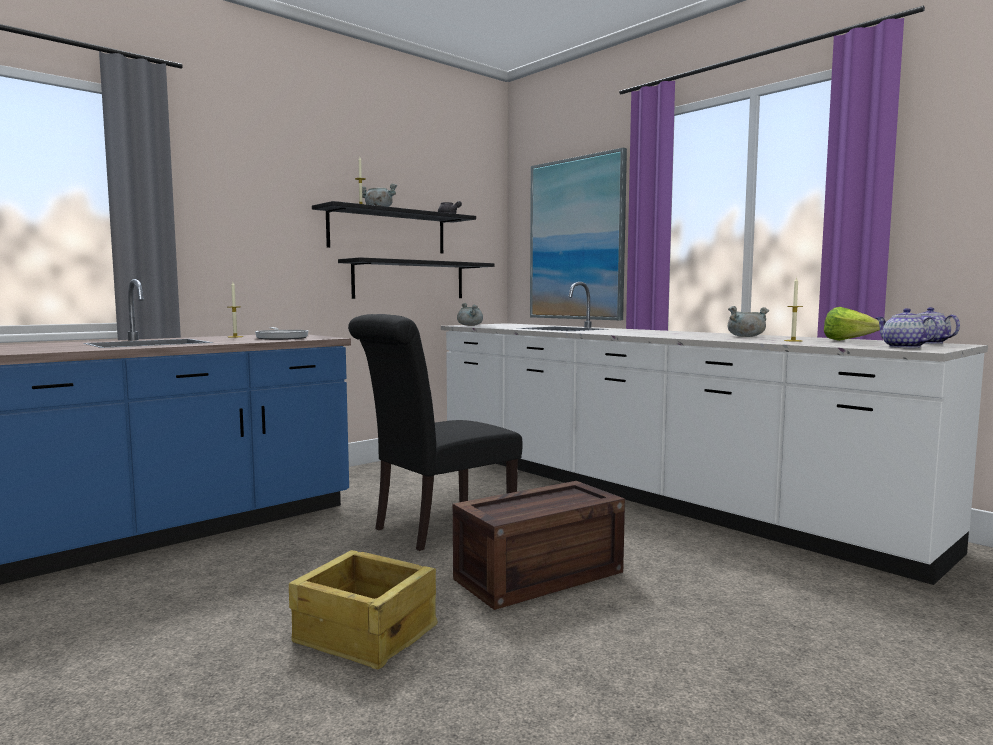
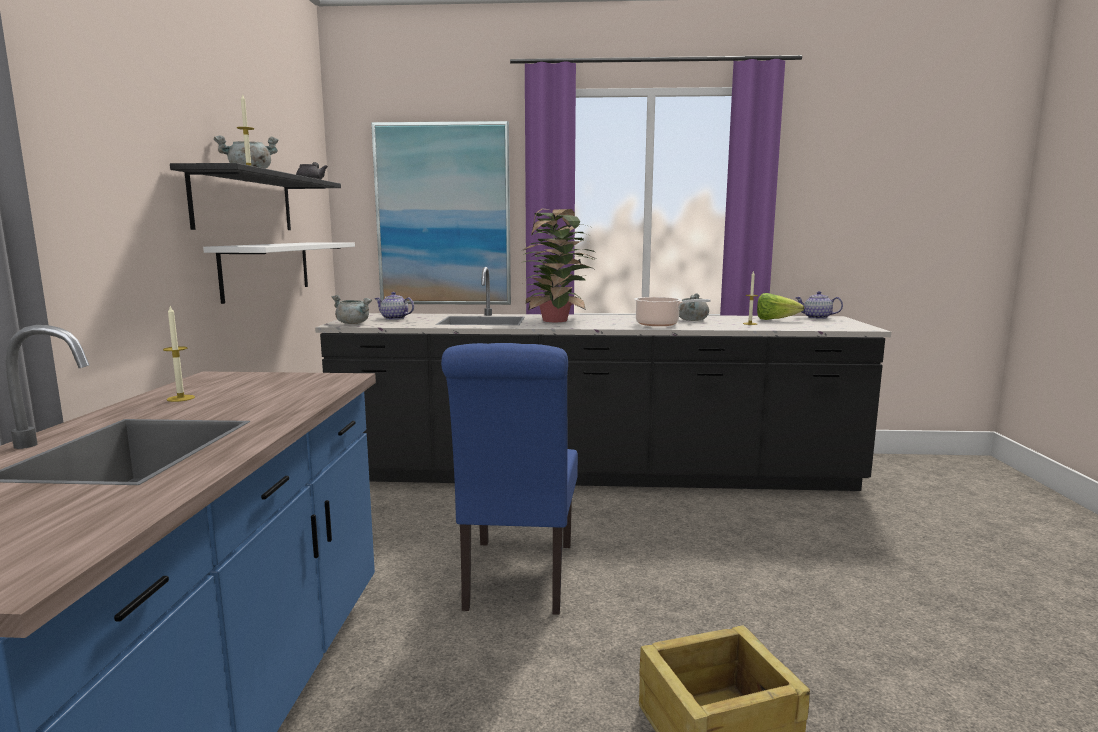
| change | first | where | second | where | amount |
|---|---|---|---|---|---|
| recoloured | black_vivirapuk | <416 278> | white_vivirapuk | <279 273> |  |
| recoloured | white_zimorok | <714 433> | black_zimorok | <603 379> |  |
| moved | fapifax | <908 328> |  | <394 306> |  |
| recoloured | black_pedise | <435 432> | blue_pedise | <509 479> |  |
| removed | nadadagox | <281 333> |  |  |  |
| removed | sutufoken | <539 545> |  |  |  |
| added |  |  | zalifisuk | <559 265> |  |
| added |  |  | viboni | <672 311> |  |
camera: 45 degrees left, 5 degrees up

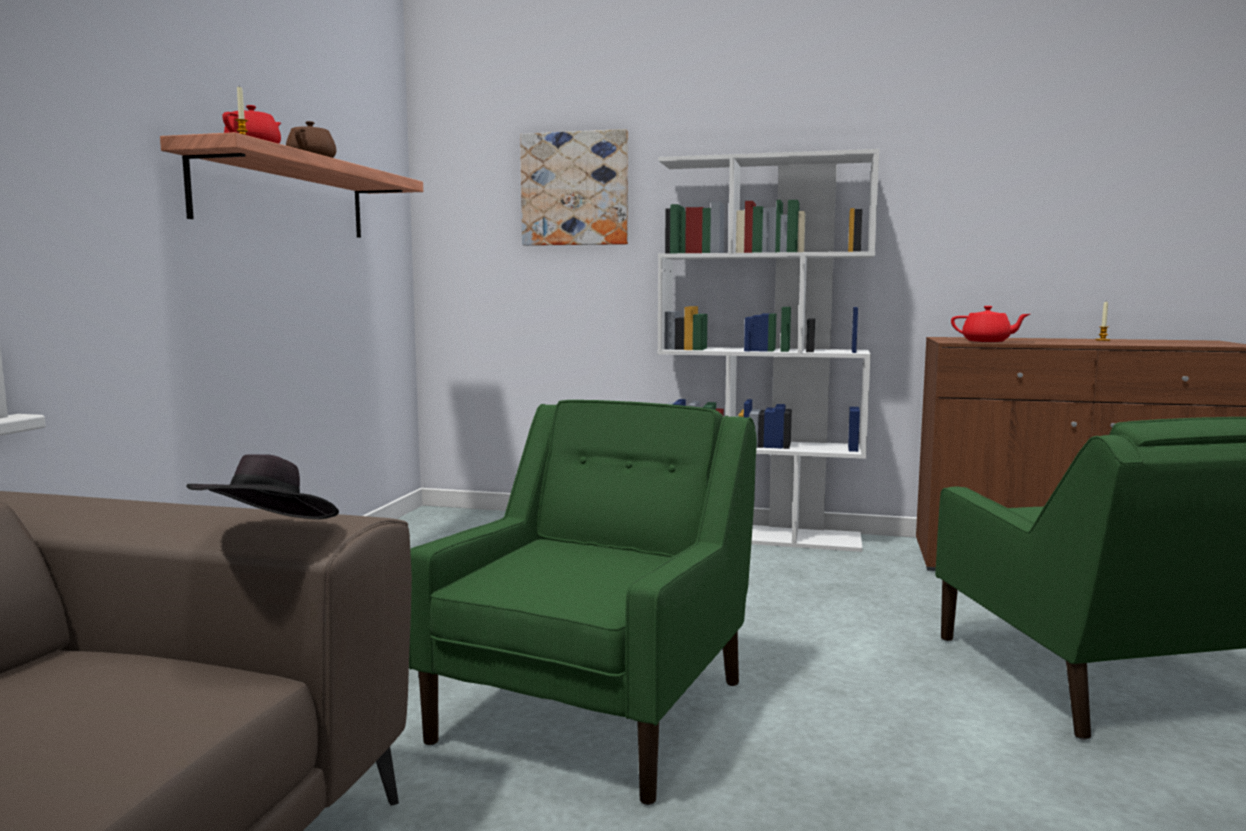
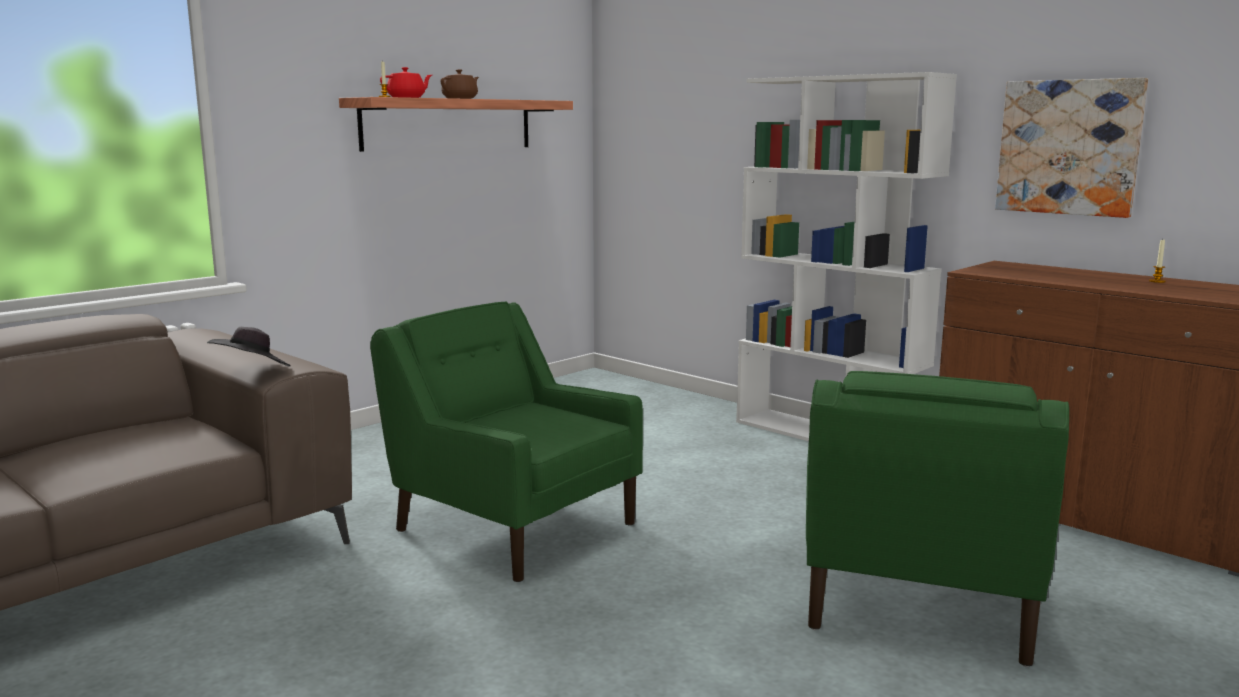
| change | first | where | second | where | amount |
|---|---|---|---|---|---|
| moved | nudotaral | <574 187> |  | <1071 148> |  |
| removed | red_fapifax | <990 324> |  |  |  |
| turned | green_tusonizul | <583 602> |  | <506 442> | 105 degrees counterclockwise |
camera: 30 degrees right, 5 degrees up

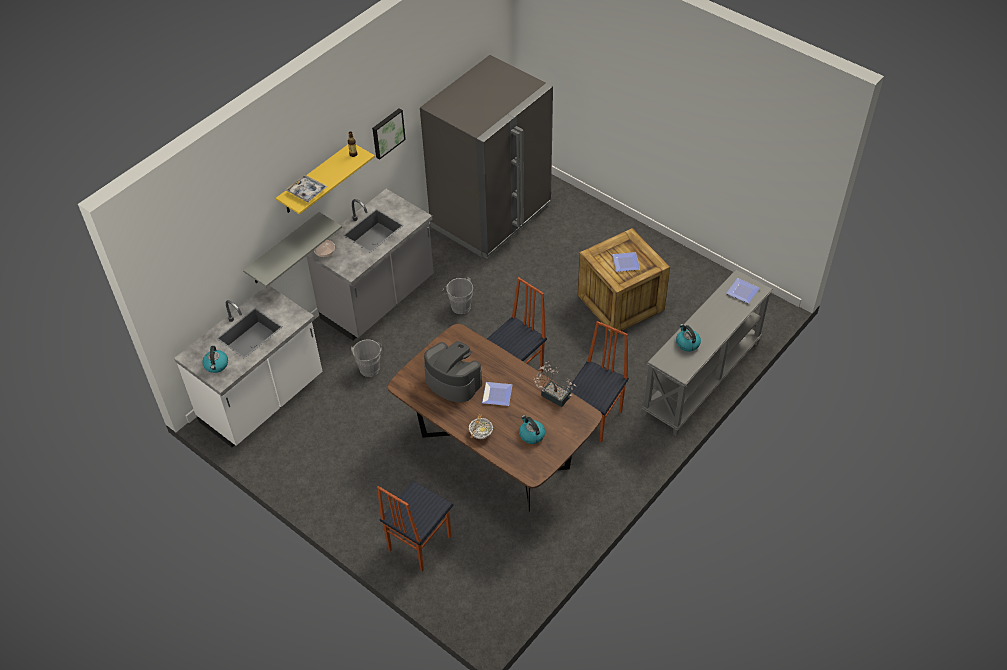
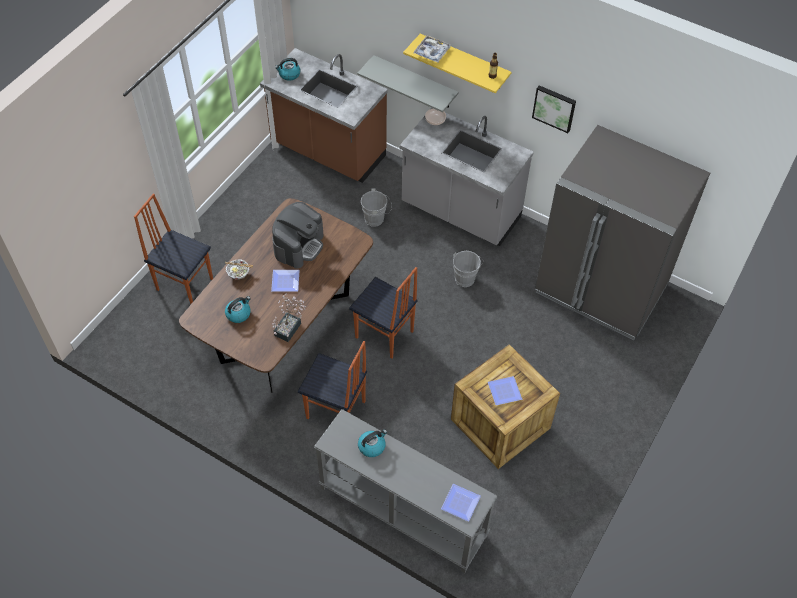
| change | first | where | second | where | amount |
|---|---|---|---|---|---|
| recoloured | white_zimorok | <248 366> | brown_zimorok | <324 115> |  |
camera: 80 degrees right, 5 degrees up

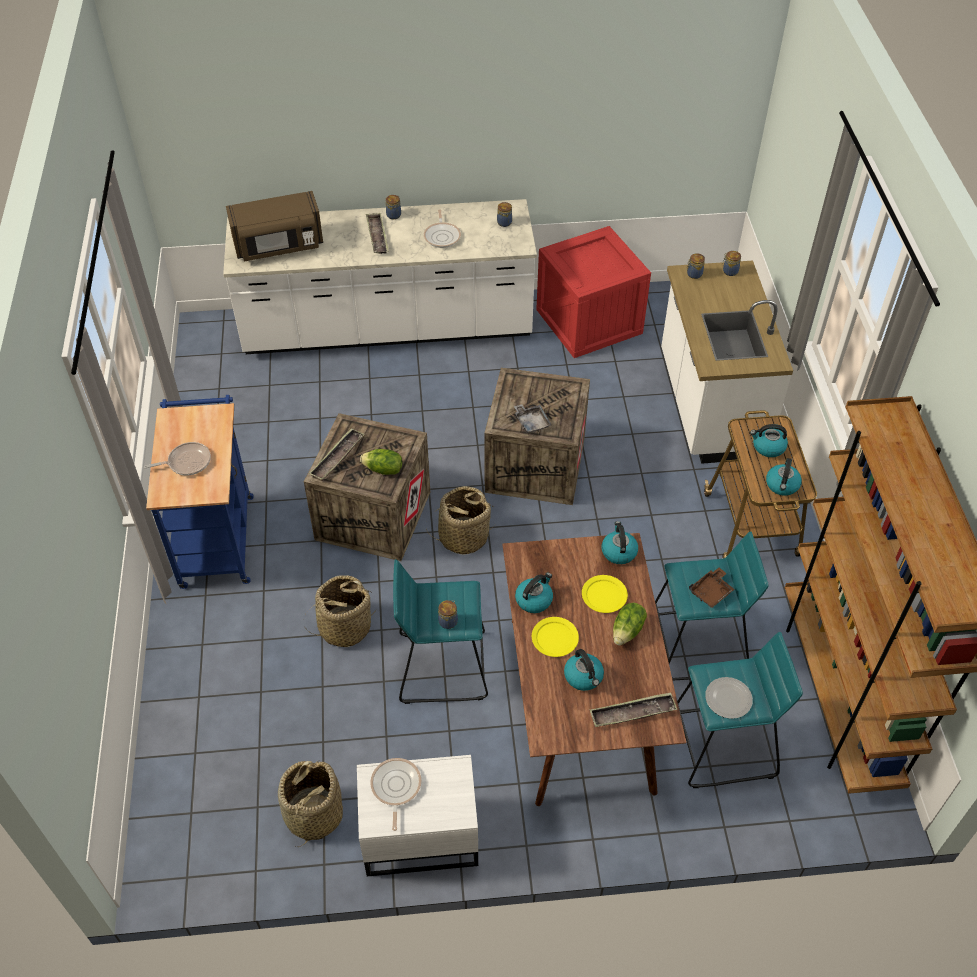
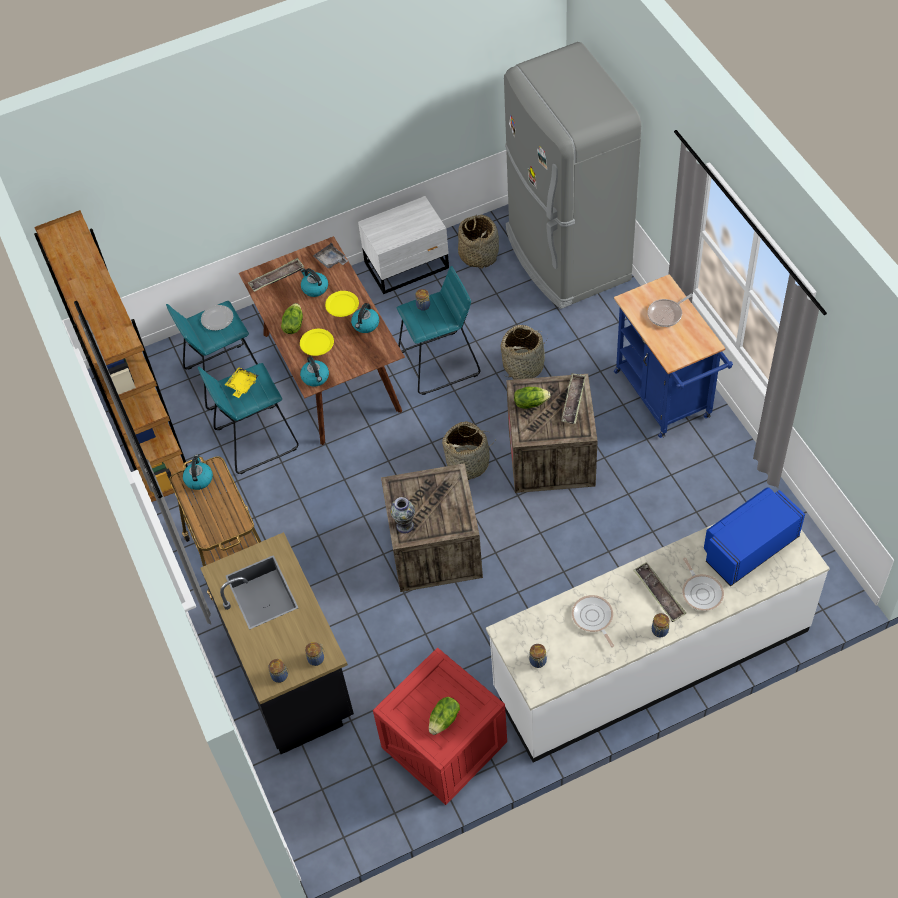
| change | first | where | second | where | amount |
|---|---|---|---|---|---|
| recoloured | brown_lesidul | <274 226> | blue_lesidul | <754 537> |  |
| recoloured | white_zimorok | <727 362> | black_zimorok | <277 643> |  |
| moved | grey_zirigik | <533 419> |  | <330 255> |  |
| removed | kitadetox | <769 440> |  |  |  |
| recoloured | brown_zirigik | <712 587> | yellow_zirigik | <242 382> |  |
| moved | nadadagox | <395 794> |  | <703 584> |  |
| added |  |  | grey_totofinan | <572 175> |  |
| added |  |  | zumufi | <402 515> |  |
| added |  |  | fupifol | <444 716> |  |
camera: 165 degrees right, 5 degrees up

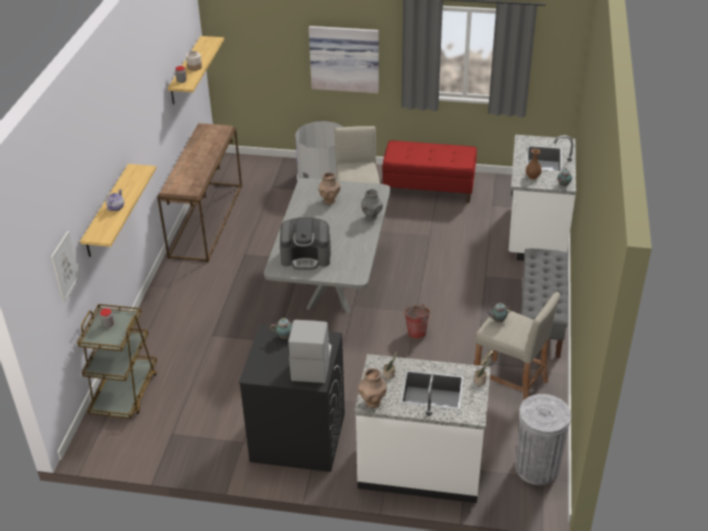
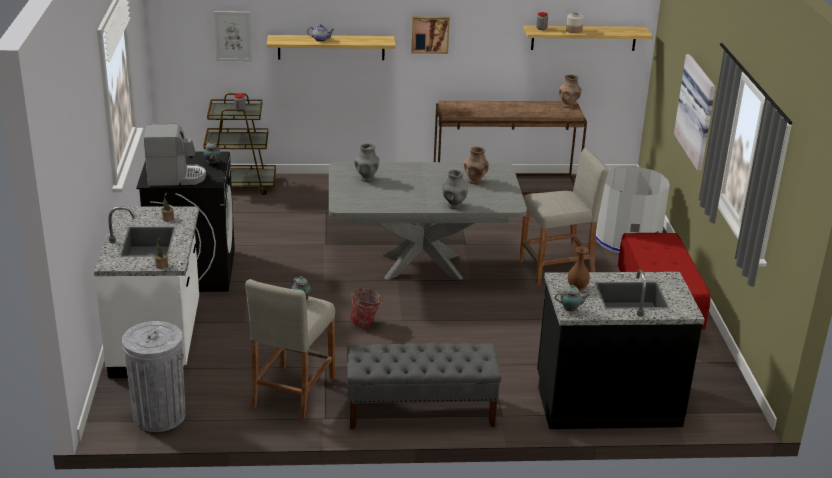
| change | first | where | second | where | amount |
|---|---|---|---|---|---|
| recoloured | white_zimorok | <542 198> | black_zimorok | <621 349> |  |
| replaced | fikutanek | <305 243> | grey_zumufi | <366 163> |  |
| moved | brown_zumufi | <372 388> |  | <570 91> |  |
| added |  |  | nudotaral | <430 35> |  |
camera: 75 degrees right, 10 degrees down

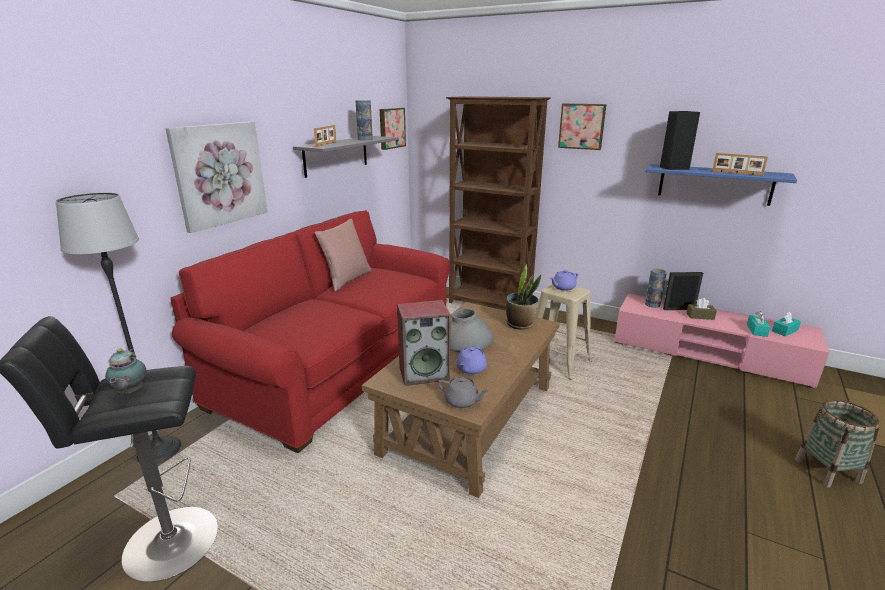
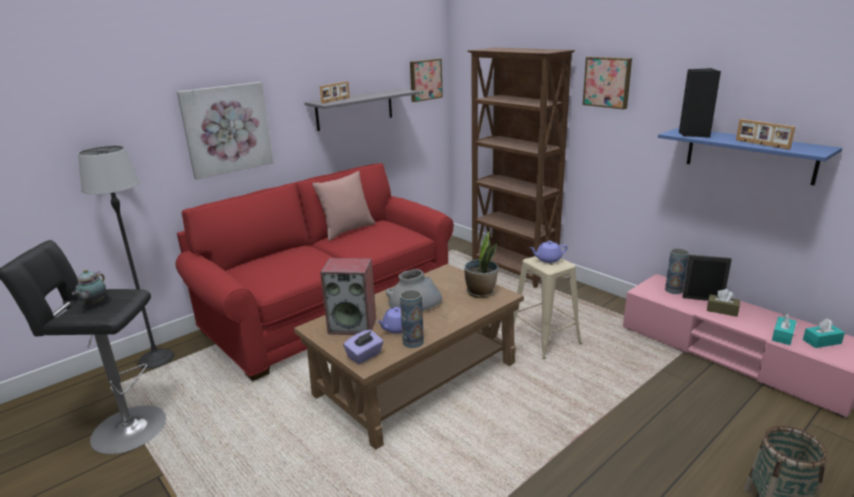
| change | first | where | second | where | amount |
|---|---|---|---|---|---|
| moved | zumufi | <364 120> |  | <412 319> |  |
| replaced | grey_fapifax | <464 392> | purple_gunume | <363 347> |  |
camera: 20 degrees right, 0 degrees up

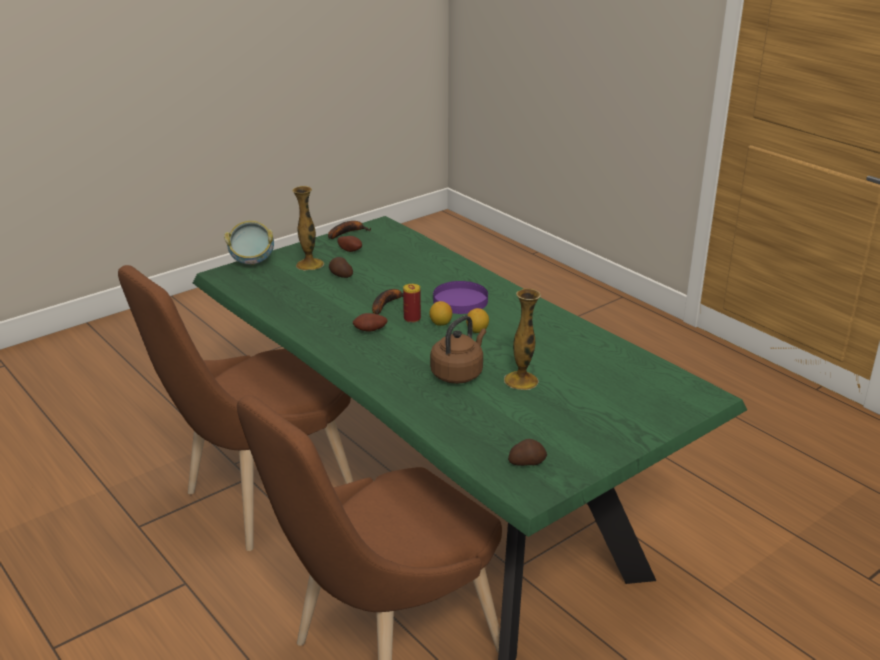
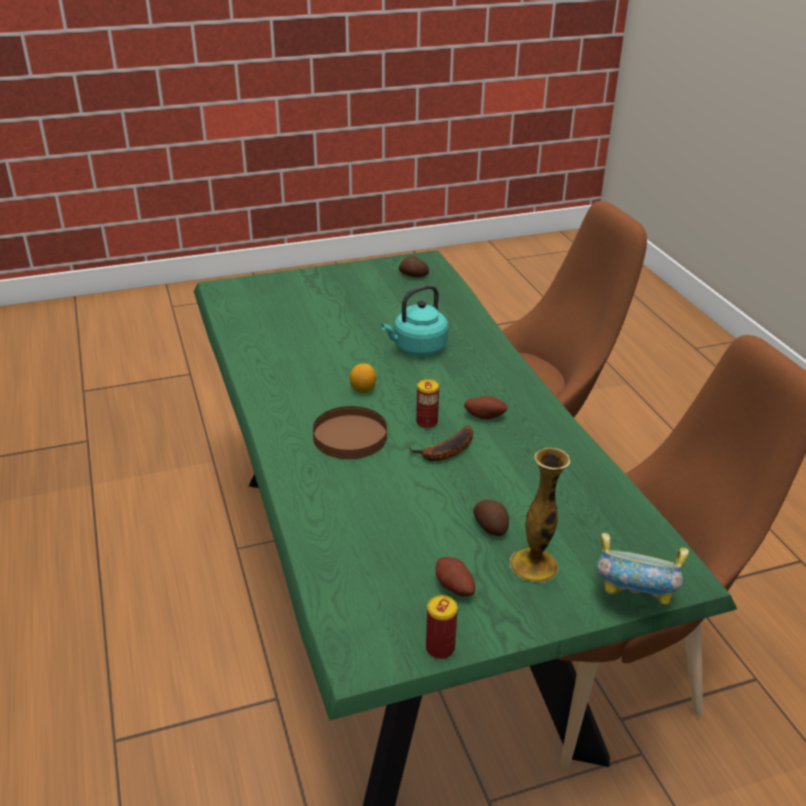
| change | first | where | second | where | amount |
|---|---|---|---|---|---|
| replaced | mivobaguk | <349 230> | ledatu | <442 627> |  |
| recoloured | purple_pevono | <460 297> | brown_pevono | <350 432> |  |
| removed | zumufi | <522 339> |  |  |  |
| removed | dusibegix | <440 313> |  |  |  |
| recoloured | brown_kitadetox | <458 349> | turquoise_kitadetox | <415 320> |  |
camera: 160 degrees left, 5 degrees up

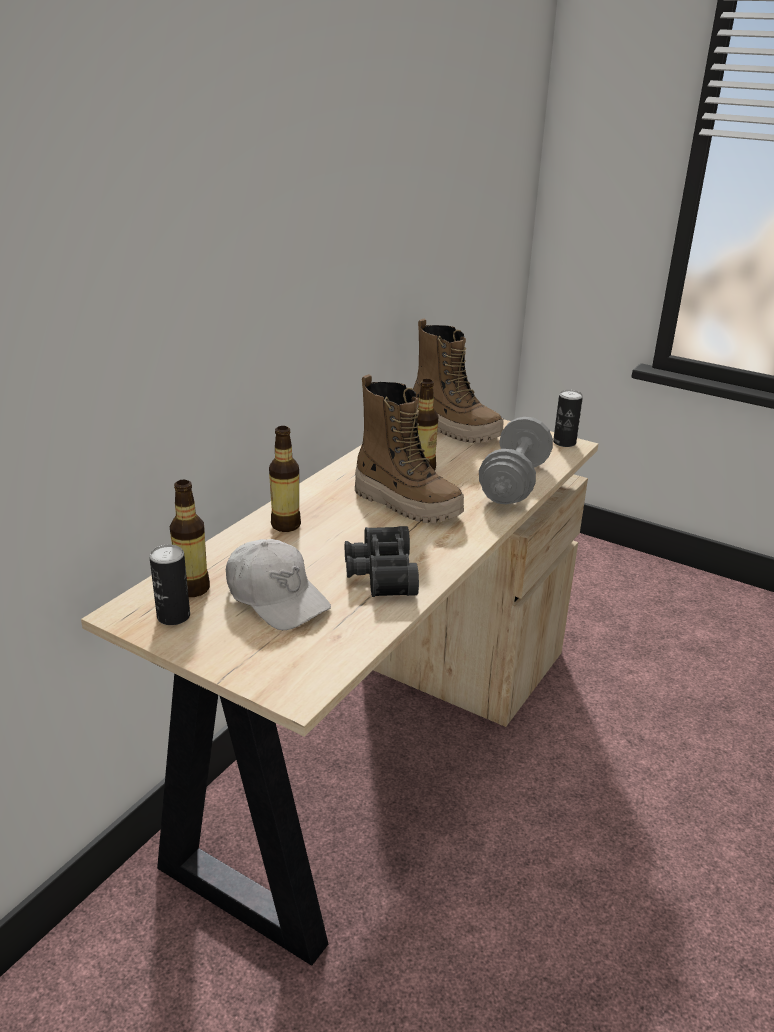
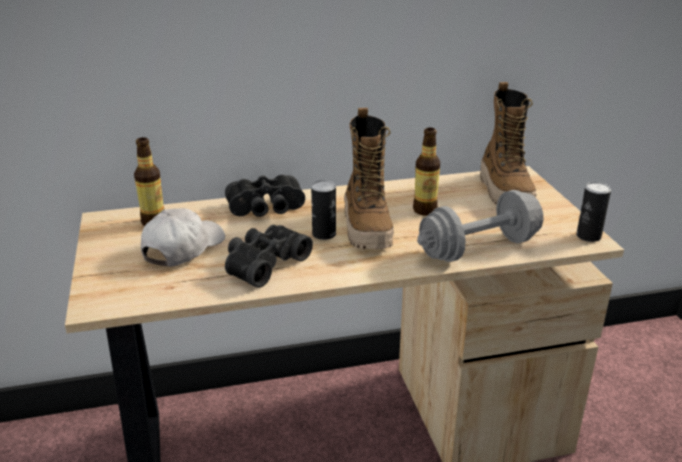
| change | first | where | second | where | amount |
|---|---|---|---|---|---|
| replaced | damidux | <285 479> | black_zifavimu | <265 196> |  |
| turned | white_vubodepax | <278 584> |  | <183 237> | 150 degrees counterclockwise |
| moved | ledatu | <169 585> |  | <323 210> |  |
camera: 45 degrees right, 0 degrees up

